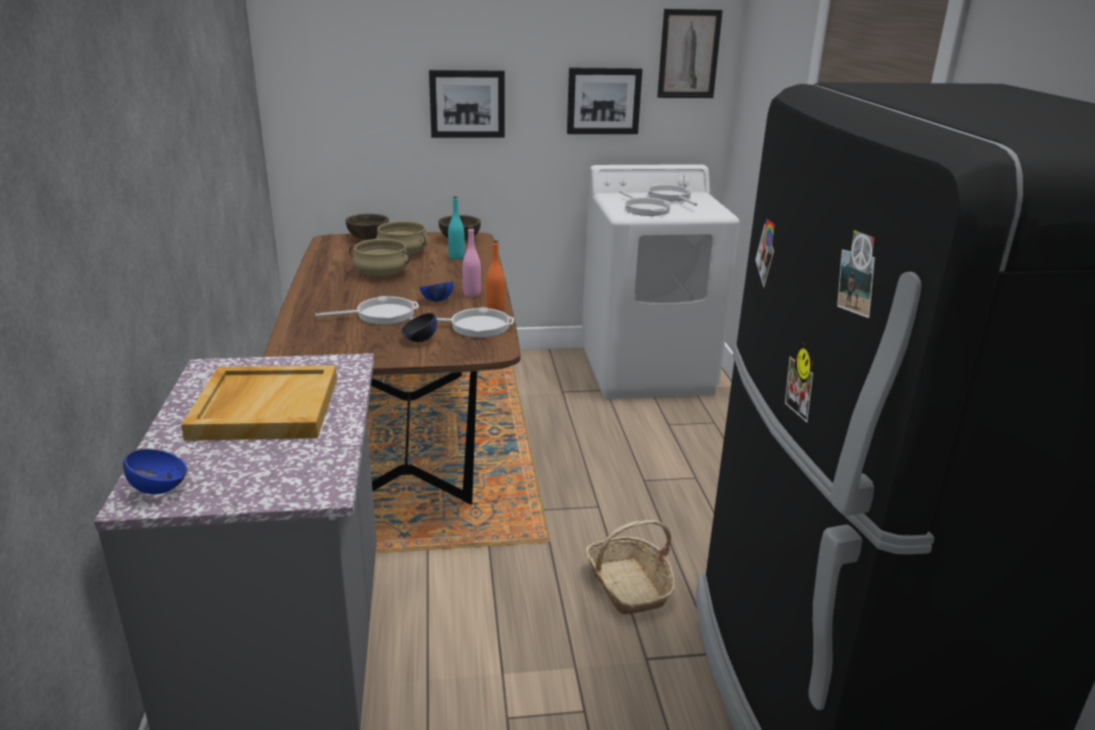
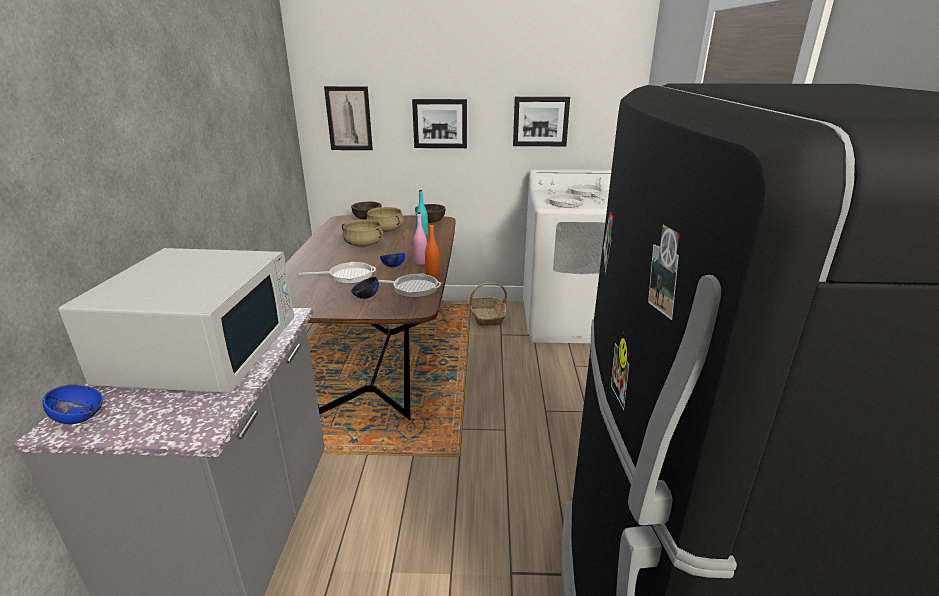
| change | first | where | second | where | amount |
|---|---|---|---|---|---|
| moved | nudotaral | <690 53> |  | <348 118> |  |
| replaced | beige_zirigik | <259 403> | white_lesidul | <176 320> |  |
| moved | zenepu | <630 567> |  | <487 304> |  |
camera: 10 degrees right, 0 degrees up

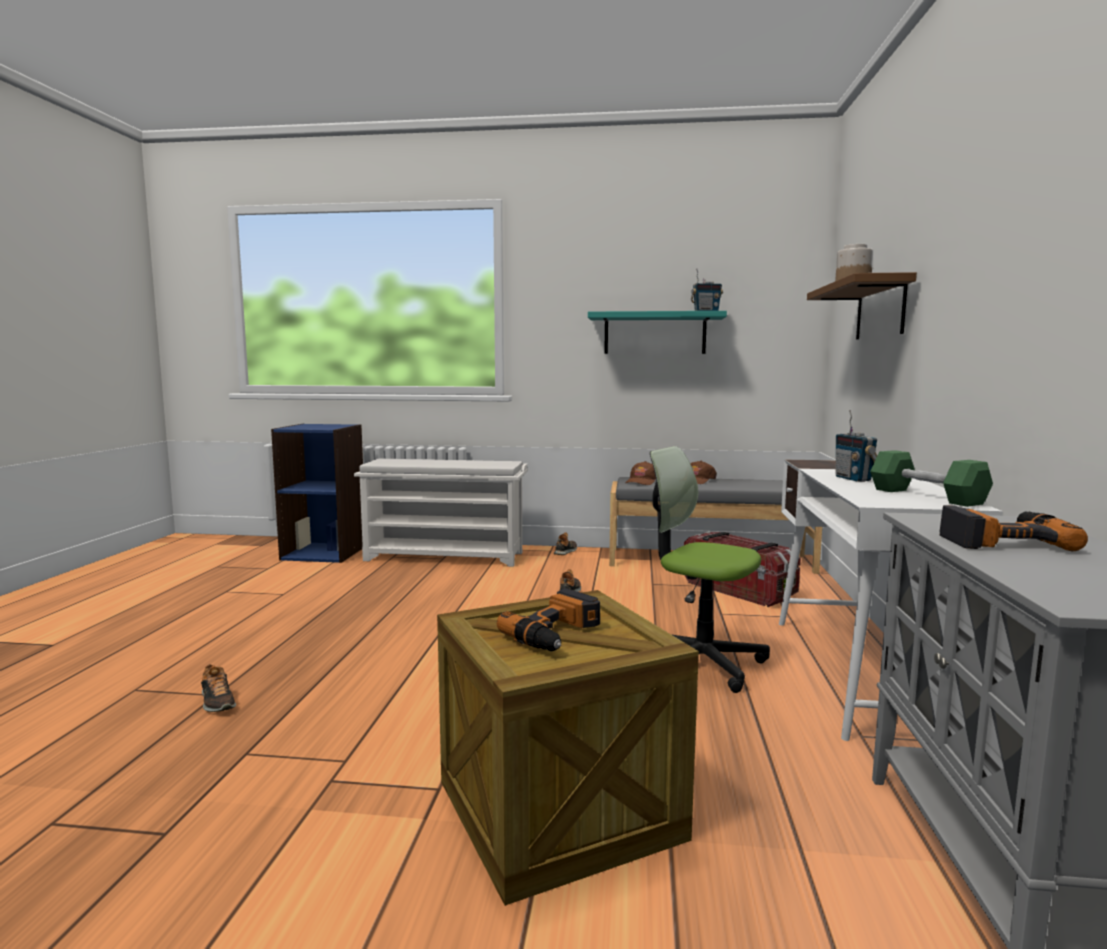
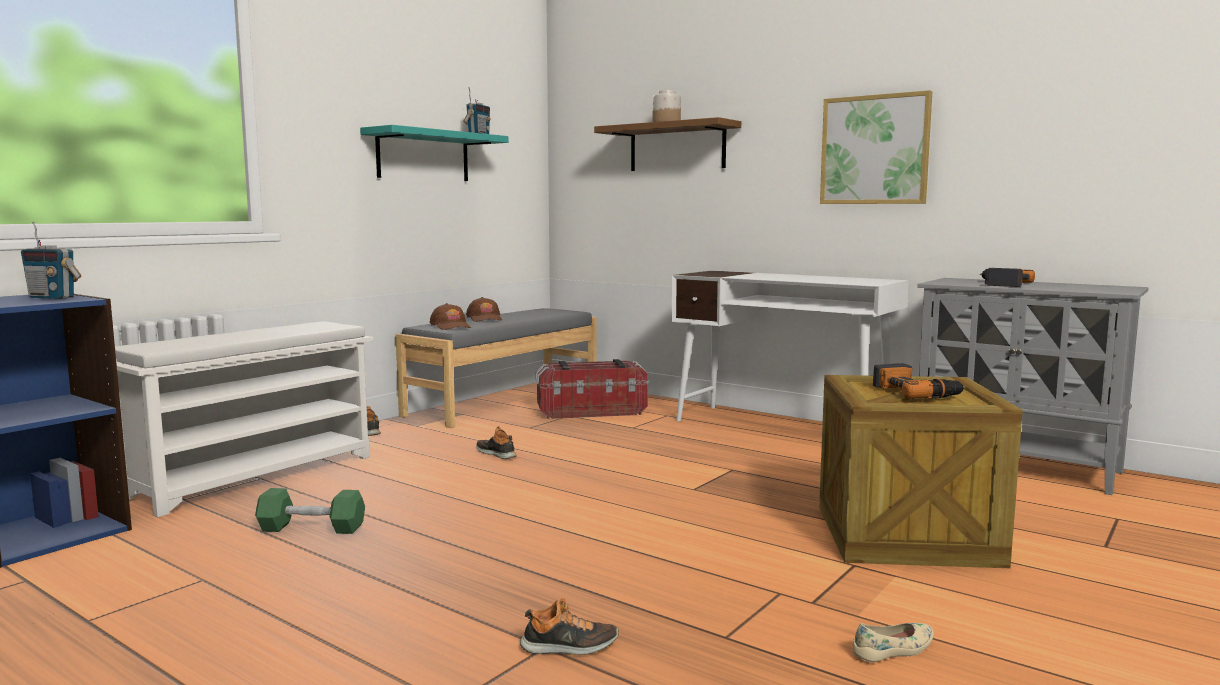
| change | first | where | second | where | amount |
|---|---|---|---|---|---|
| moved | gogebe | <856 446> |  | <51 260> |  |
| removed | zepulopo | <710 569> |  |  |  |
| moved | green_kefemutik | <931 478> |  | <310 511> |  |
| added |  |  | nudotaral | <876 147> |  |
| added |  |  | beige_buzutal | <893 642> |  |
camera: 60 degrees left, 0 degrees up

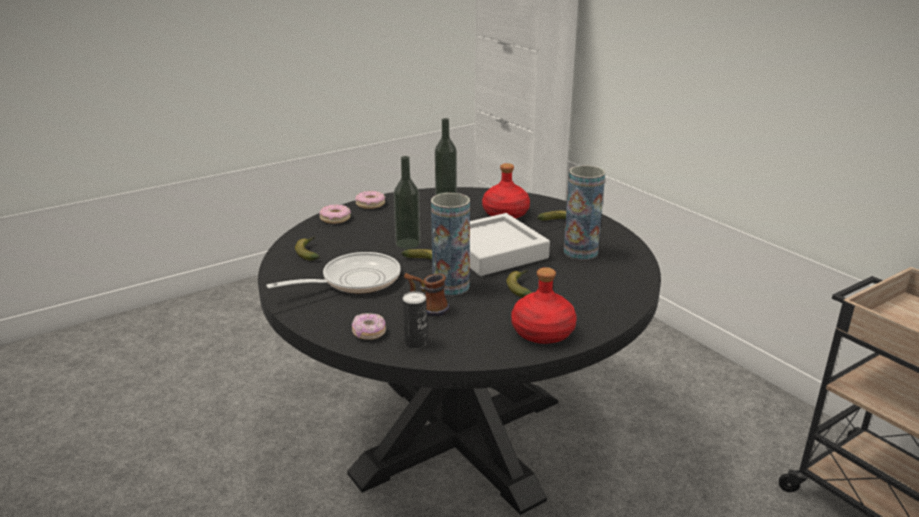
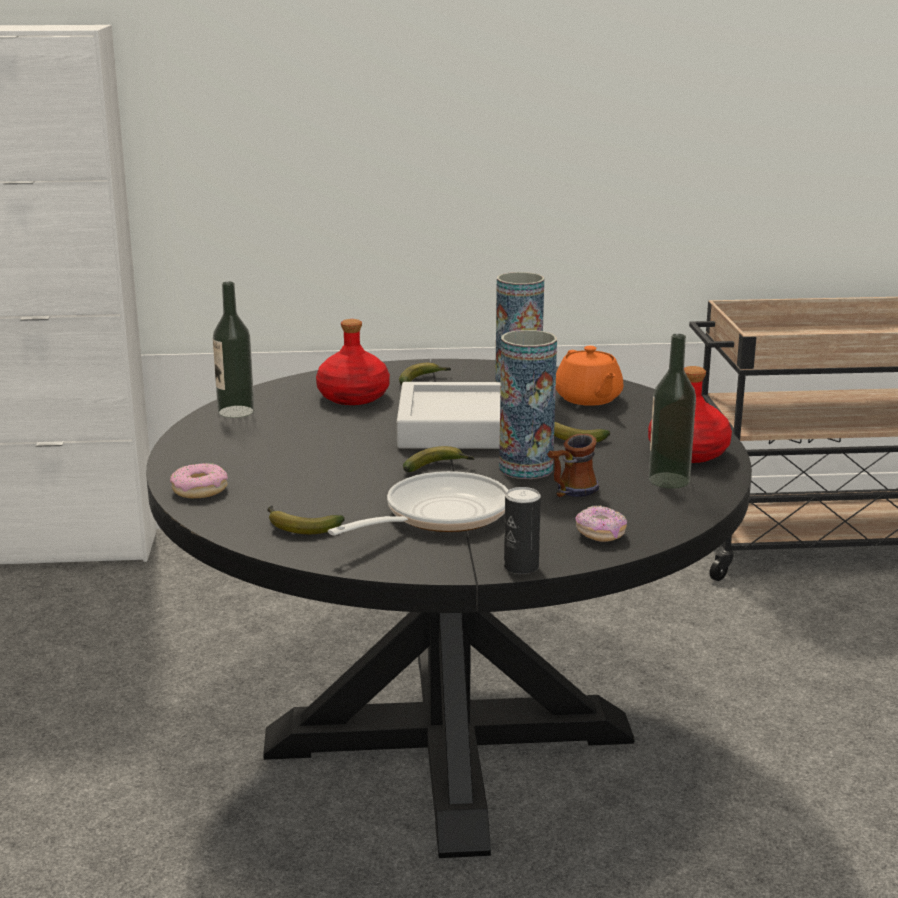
| change | first | where | second | where | amount |
|---|---|---|---|---|---|
| moved | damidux | <407 202> |  | <672 411> |  |
| removed | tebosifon | <370 200> |  |  |  |
| turned | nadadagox | <333 272> |  | <418 503> | 45 degrees clockwise |
| moved | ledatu | <415 319> |  | <522 530> |  |
| added |  |  | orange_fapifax | <589 376> |  |
camera: 60 degrees left, 5 degrees down

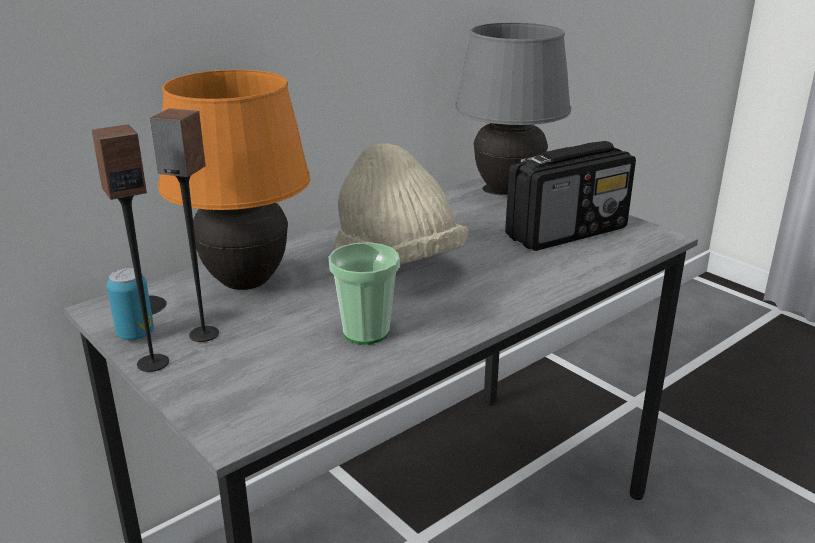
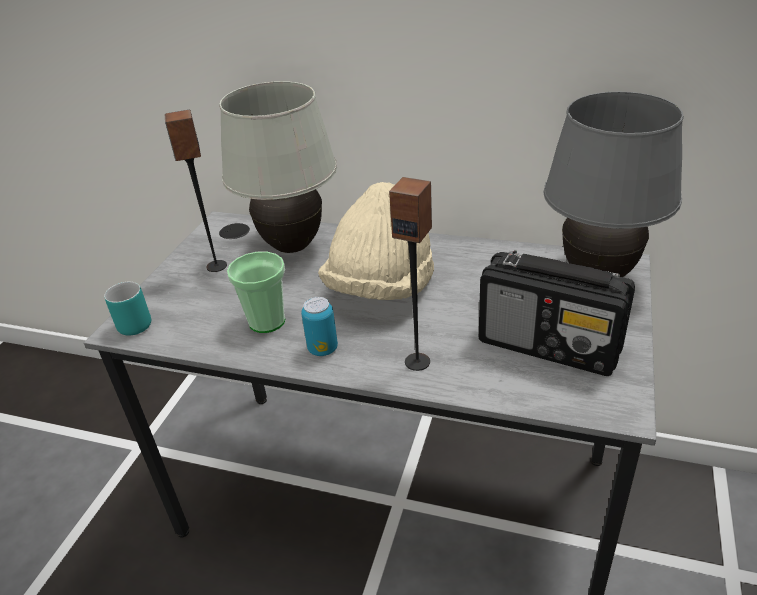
| change | first | where | second | where | amount |
|---|---|---|---|---|---|
| recoloured | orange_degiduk | <234 180> | white_degiduk | <278 167> |  |
| moved | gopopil | <130 248> |  | <410 274> |  |
| moved | ledatu | <130 304> |  | <319 326> |  |
| added |  |  | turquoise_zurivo | <127 309> |  |
camera: 60 degrees right, 10 degrees up

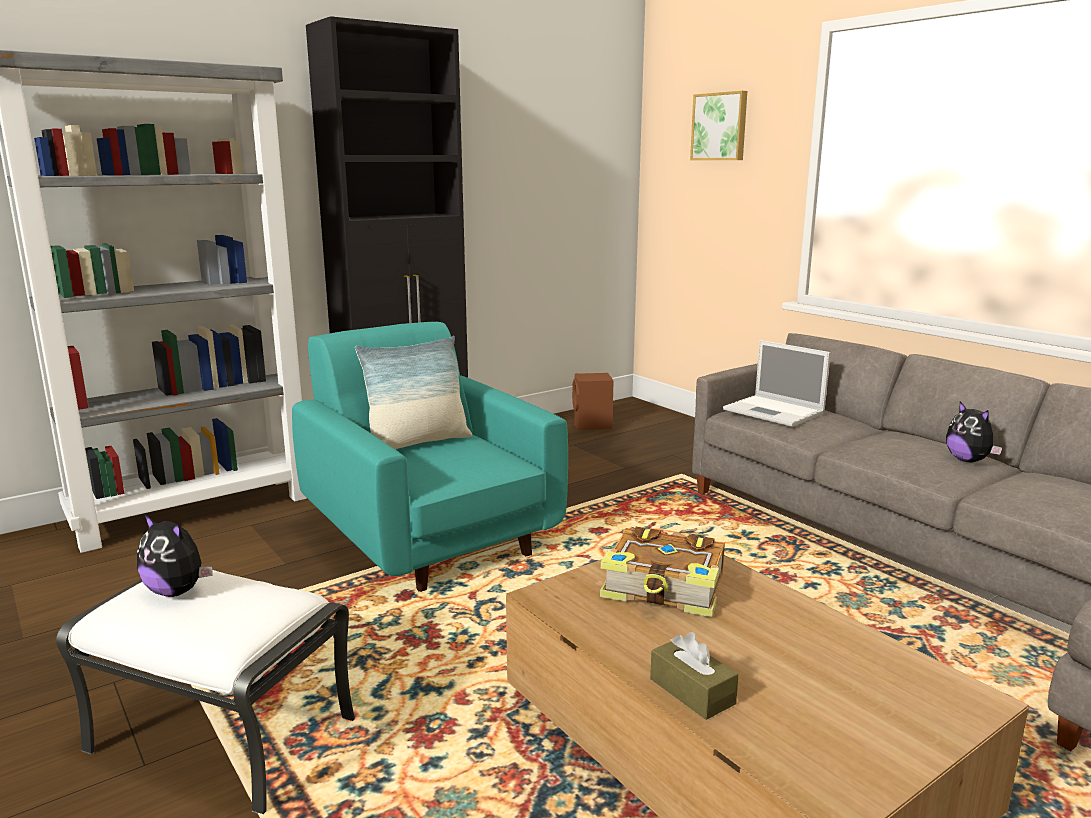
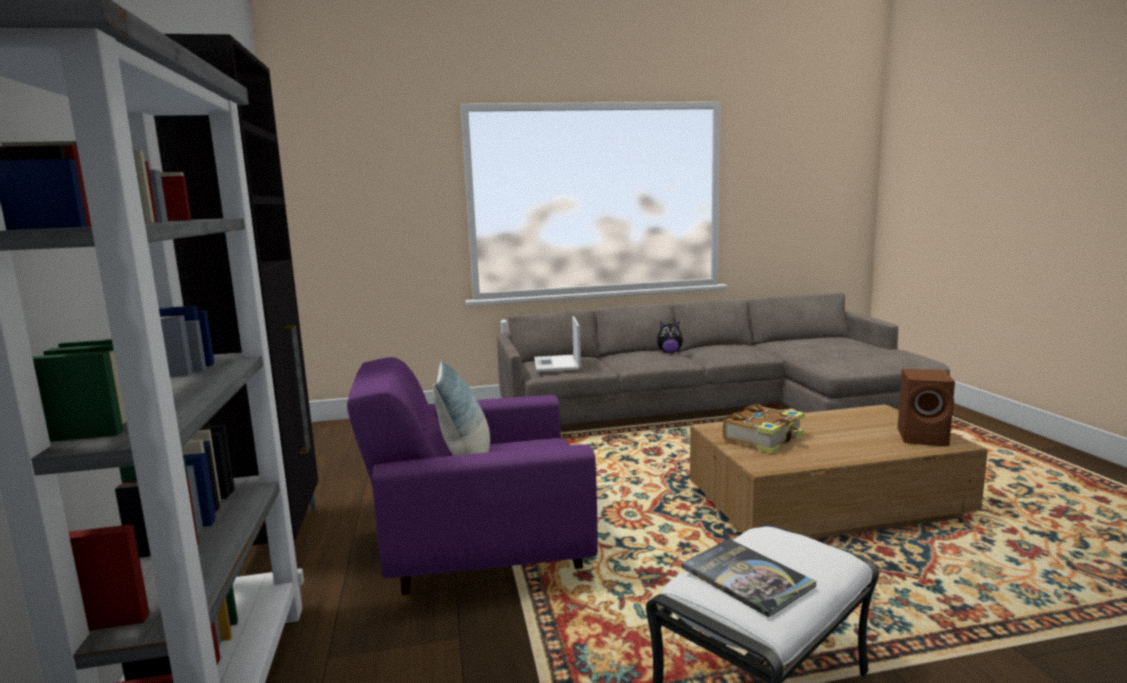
| change | first | where | second | where | amount |
|---|---|---|---|---|---|
| removed | nudotaral | <718 125> |  |  |  |
| recoloured | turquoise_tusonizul | <430 457> | purple_tusonizul | <472 476> |  |
| turned | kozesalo | <777 383> |  | <557 344> | 105 degrees clockwise |
| moved | brown_gopopil | <593 401> |  | <926 407> |  |
| replaced | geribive | <175 555> | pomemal | <749 578> |  |
| removed | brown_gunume | <694 676> |  |  |  |
camera: 65 degrees left, 5 degrees down

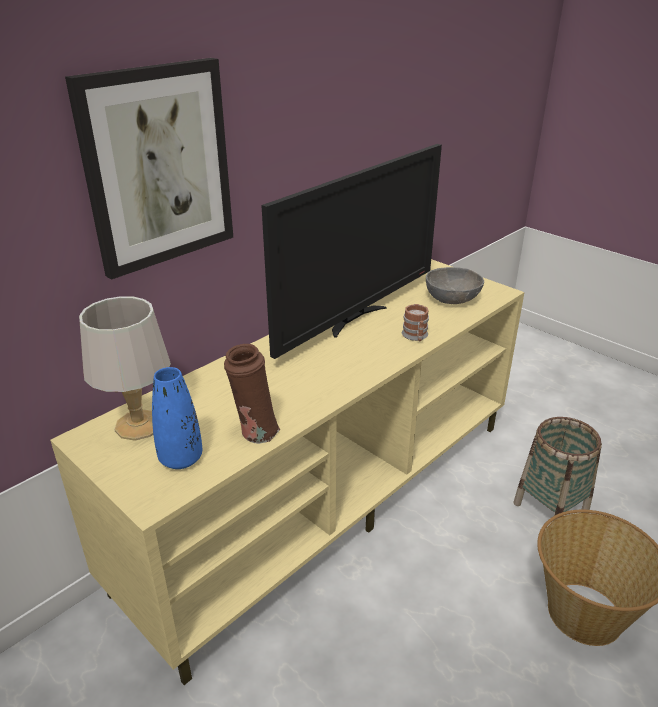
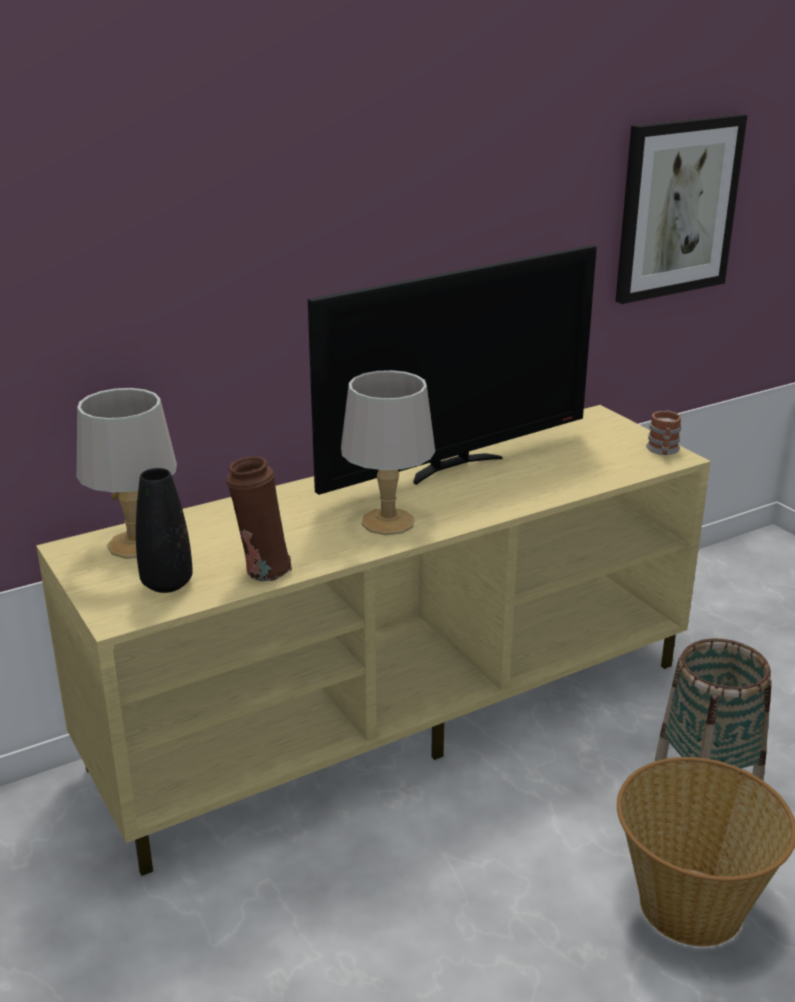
| change | first | where | second | where | amount |
|---|---|---|---|---|---|
| moved | nudotaral | <149 169> |  | <681 209> |  |
| removed | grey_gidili | <455 285> |  |  |  |
| moved | zurivo | <415 322> |  | <664 432> |  |
| recoloured | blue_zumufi | <177 418> | black_zumufi | <164 530> |  |
| added |  |  | grey_degiduk | <388 452> |  |
camera: 15 degrees right, 5 degrees down

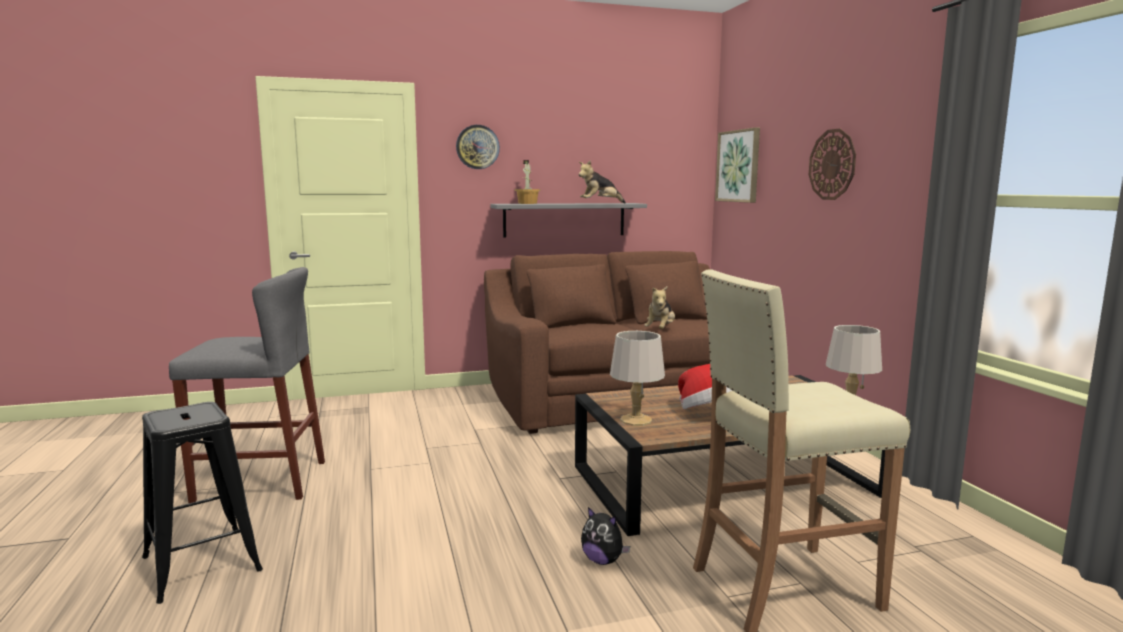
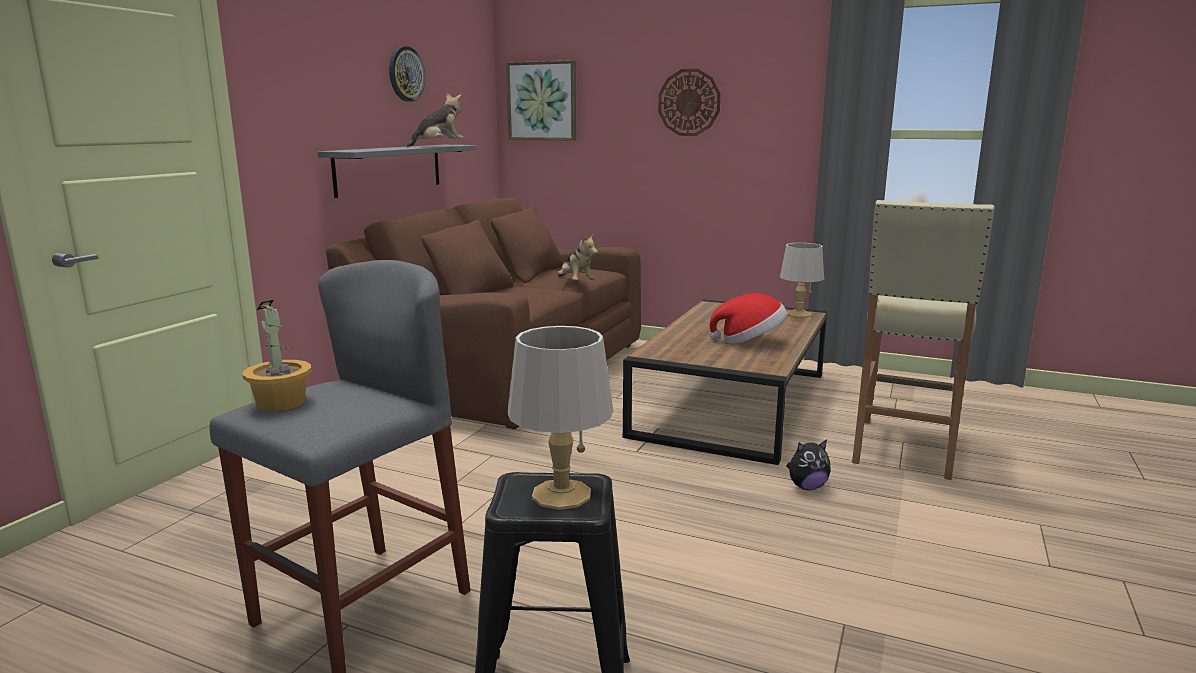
| change | first | where | second | where | amount |
|---|---|---|---|---|---|
| moved | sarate | <478 147> |  | <407 74> |  |
| moved | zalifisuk | <527 182> |  | <277 355> |  |
| turned | geribive | <602 181> |  | <435 120> | 150 degrees counterclockwise |
| moved | grey_degiduk | <637 378> |  | <560 418> |  |
camera: 50 degrees left, 5 degrees up

